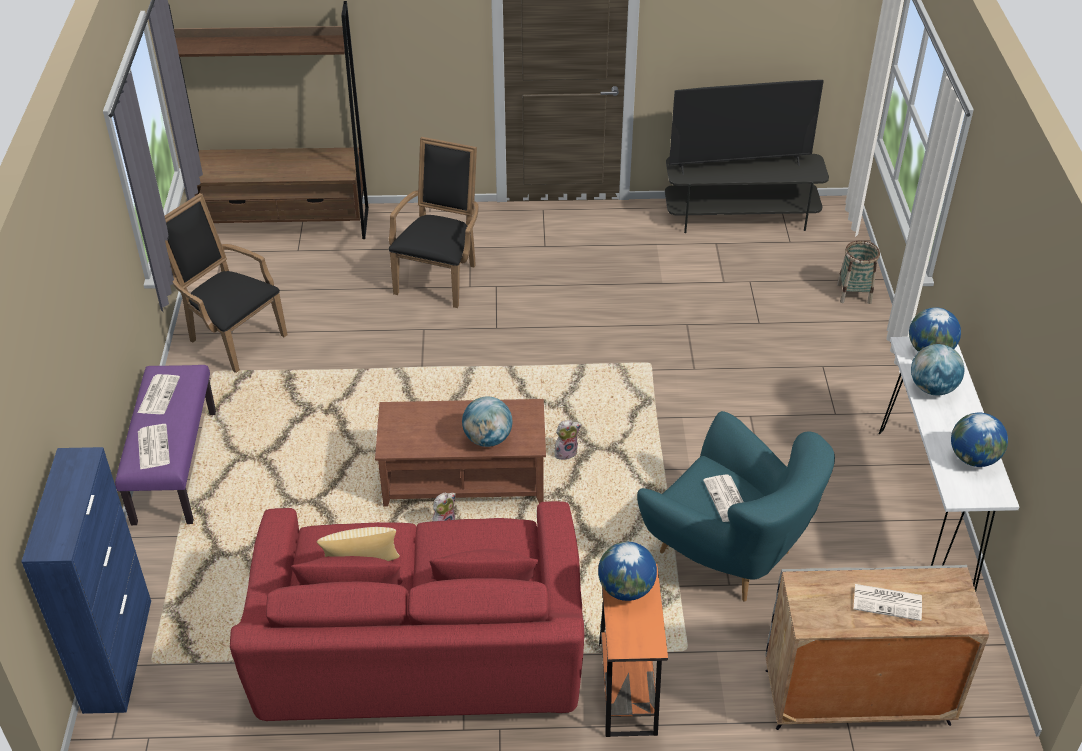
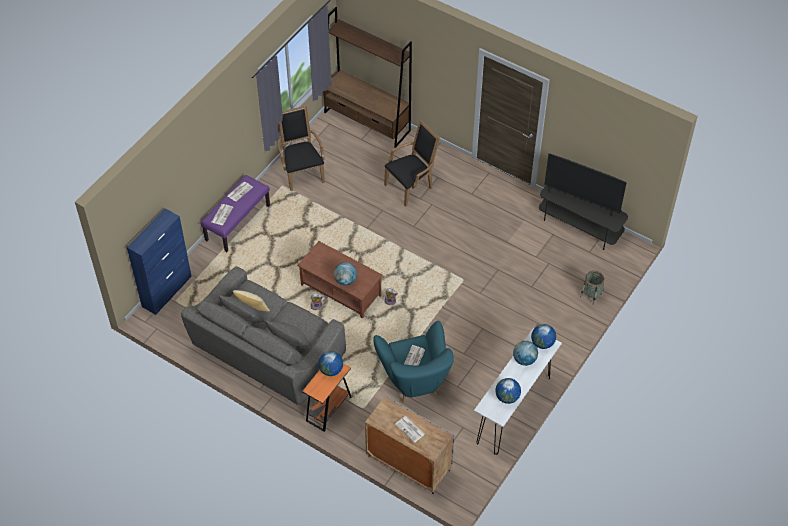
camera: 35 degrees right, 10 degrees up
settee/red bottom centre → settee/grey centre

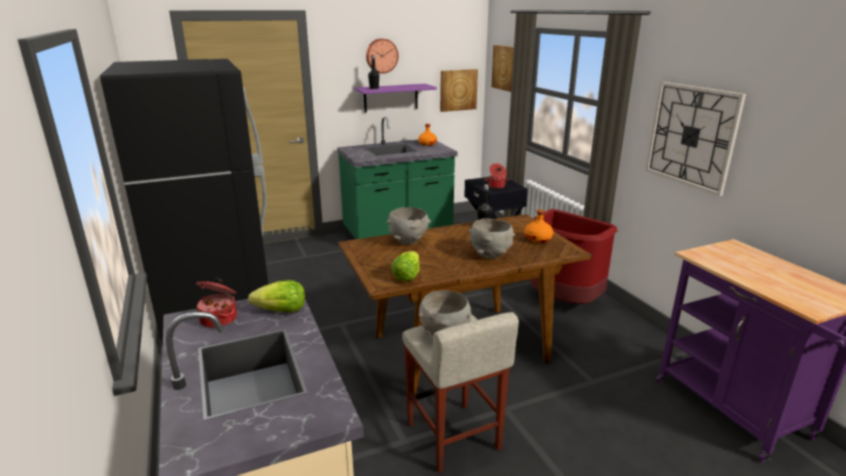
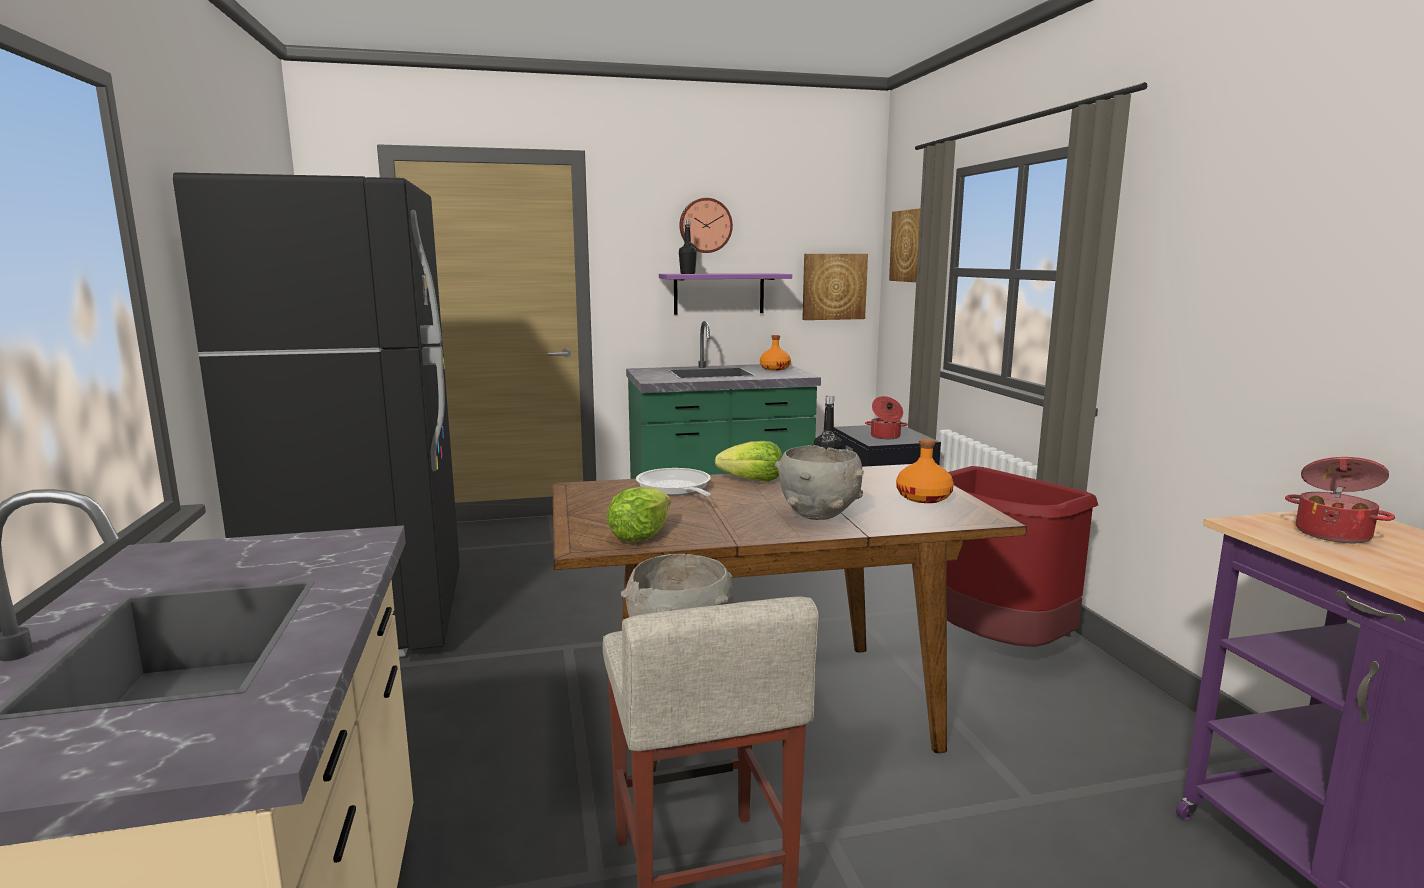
camera: 10 degrees right, 10 degrees down
hanging clock (2nd from left) top right → -
cooking pot (1st from left in the first image) middle left → cooking pot (2nd from left) middle right, move
head of lettuce (1st from left in the first image) middle left → head of lettuce (2nd from left) centre, move
deep dish/grey (1st from left) centre → skillet centre

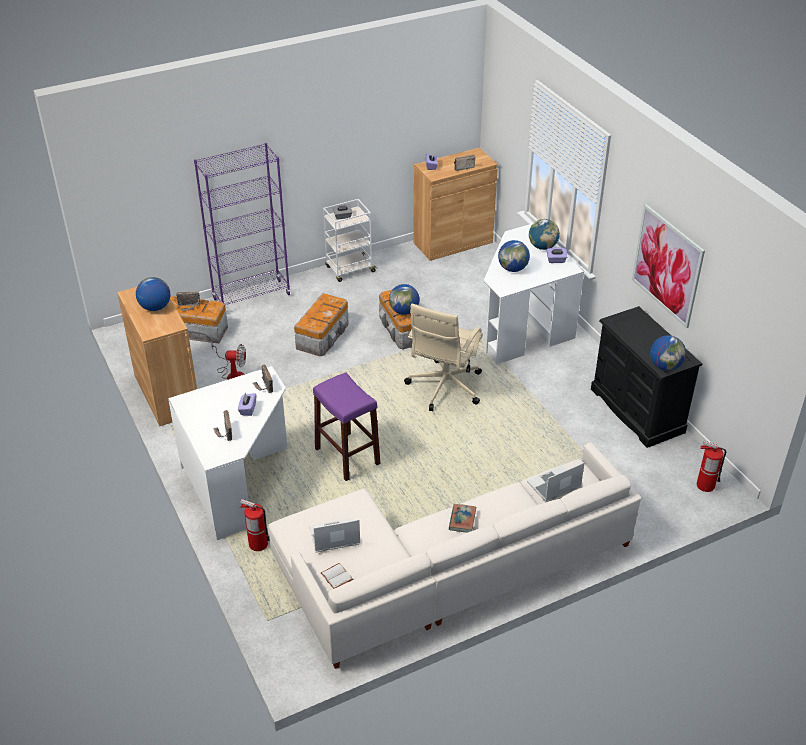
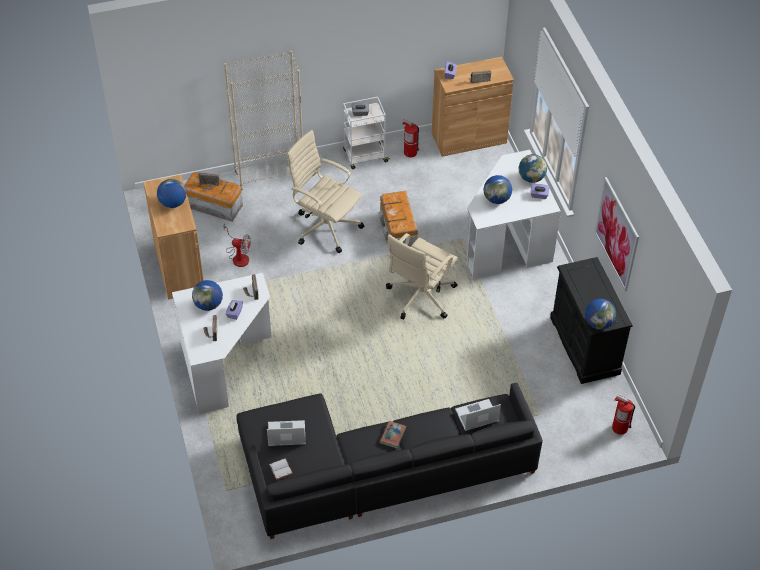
camera: 10 degrees right, 10 degrees up
stool seat/purplish centre → -
fire extinguisher (1st from left) bottom left → fire extinguisher (1st from left) top centre, move
desk globe (2nd from left) centre → desk globe (2nd from left) middle left, move
storage bin (2nd from left) centre → computer chair/beige-coloured (1st from left) centre
shelving unit/purplish top left → shelving unit/beige-coloured top centre
settee/whitish bottom centre → settee/black-coloured bottom centre

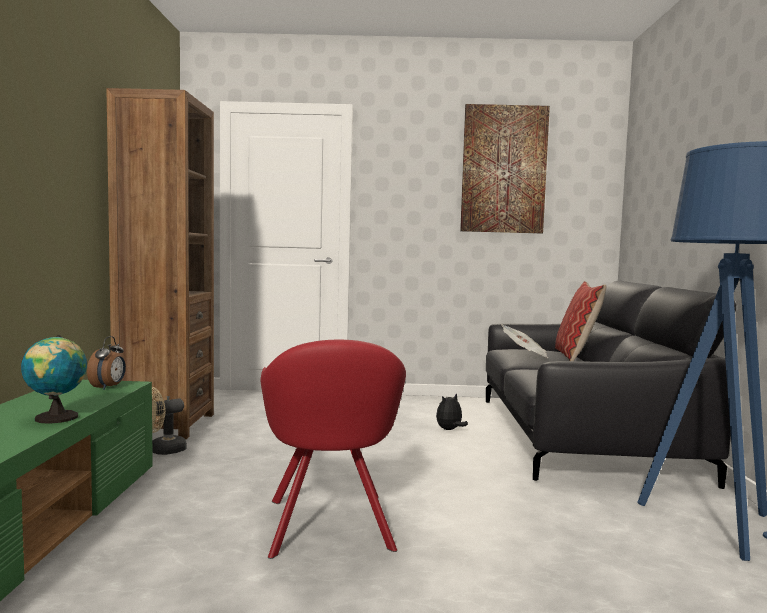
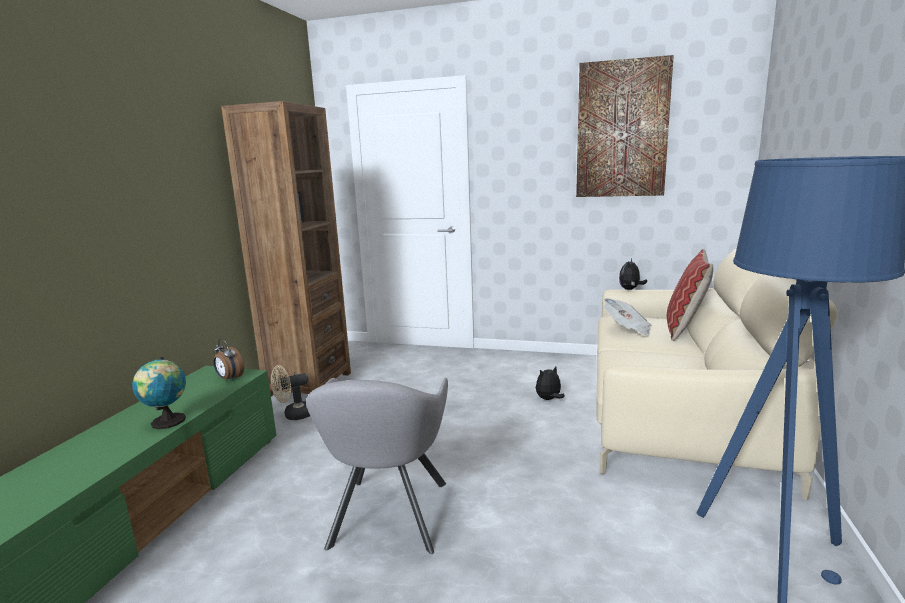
camera: 15 degrees right, 10 degrees up
- → soft toy (2nd from left) middle right
armchair/red bottom centre → armchair/grey bottom centre
settee/black-coloured middle right → settee/beige-coloured middle right
table clock middle left, 105 degrees clockwise

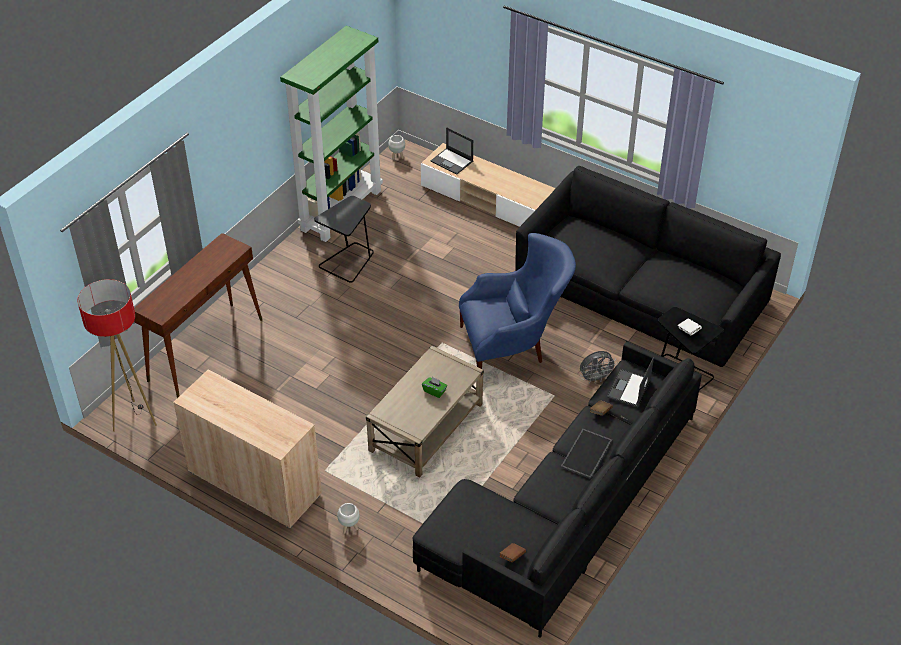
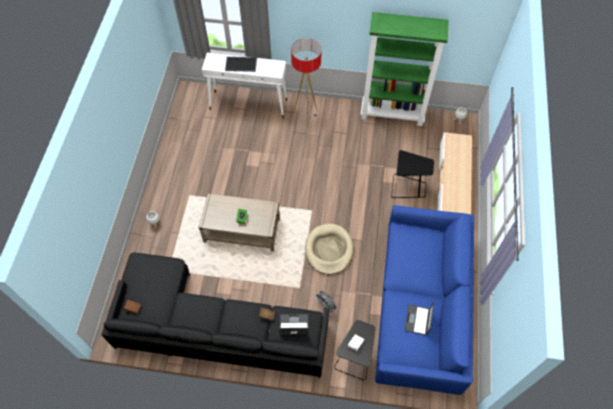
camera: 65 degrees right, 15 degrees up
cupboard/beige-coloured bottom left → -
standard lamp middle left → standard lamp top centre, move
side table/black-coloured (1st from left in the first image) centre → side table/black-coloured (2nd from left) middle right, move
laptop (1st from left in the first image) top centre → laptop (2nd from left) bottom right, move
carrying tray bottom centre → carrying tray top centre, move
armchair/blue centre → dog bed/beige-coloured centre
console table/brownish middle left → console table/whitish top centre
settee/black-coloured (2nd from left) middle right → settee/blue bottom right

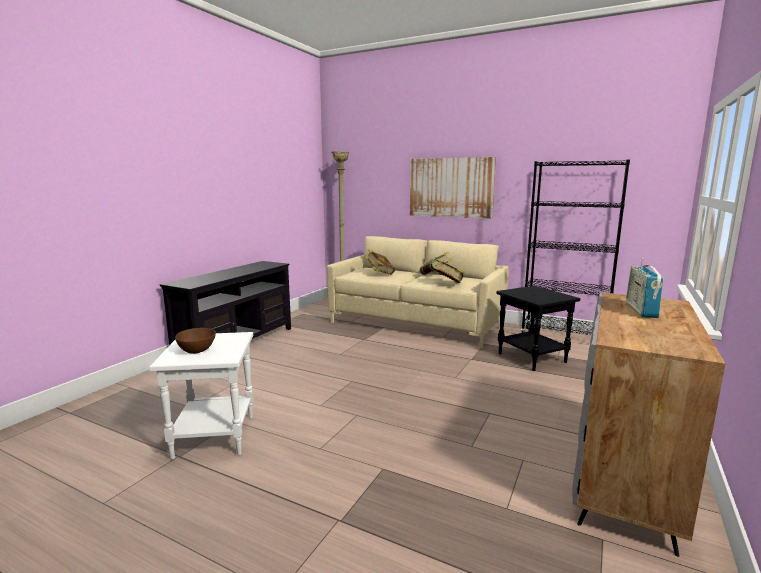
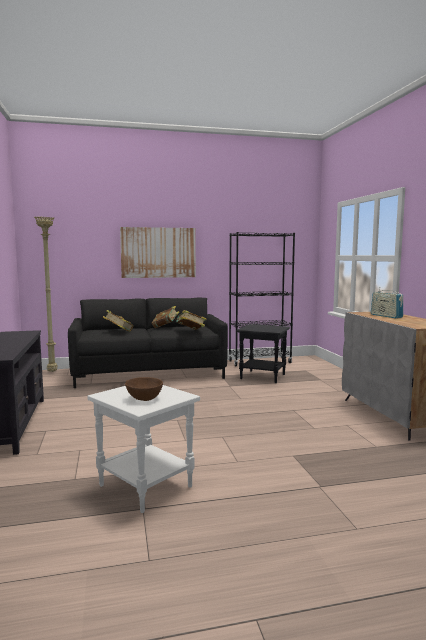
camera: 40 degrees left, 5 degrees down
settee/beige-coloured centre → settee/black-coloured centre

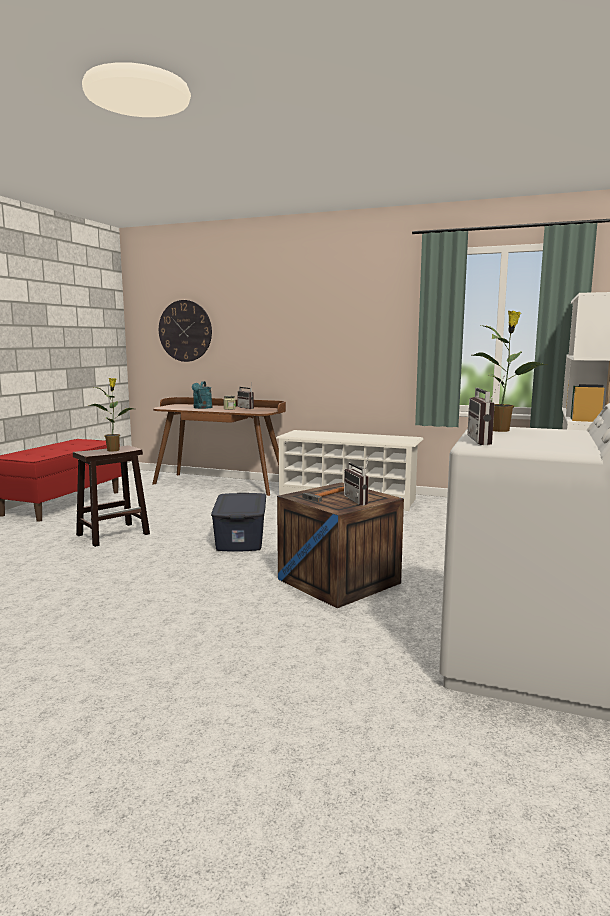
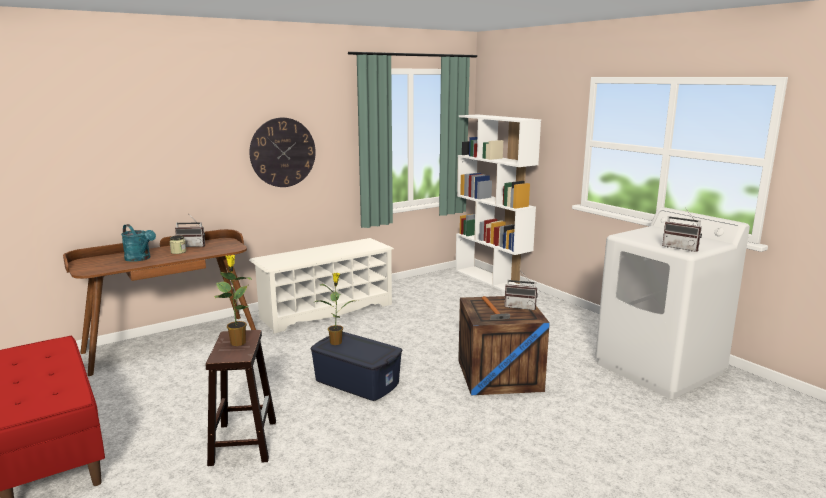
camera: 55 degrees left, 5 degrees up
hanging clock middle left → hanging clock top centre, move
houseplant (2nd from left) middle right → houseplant (2nd from left) centre, move

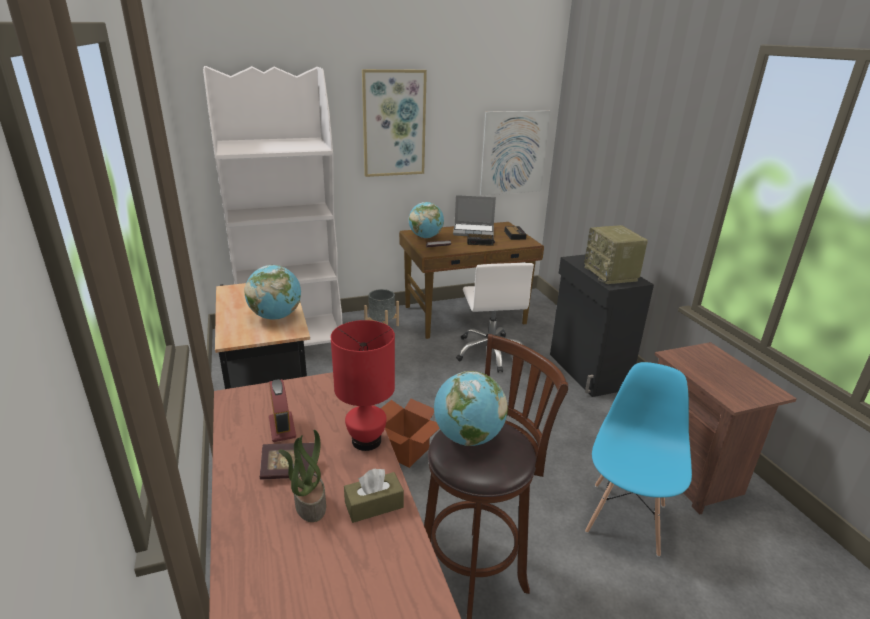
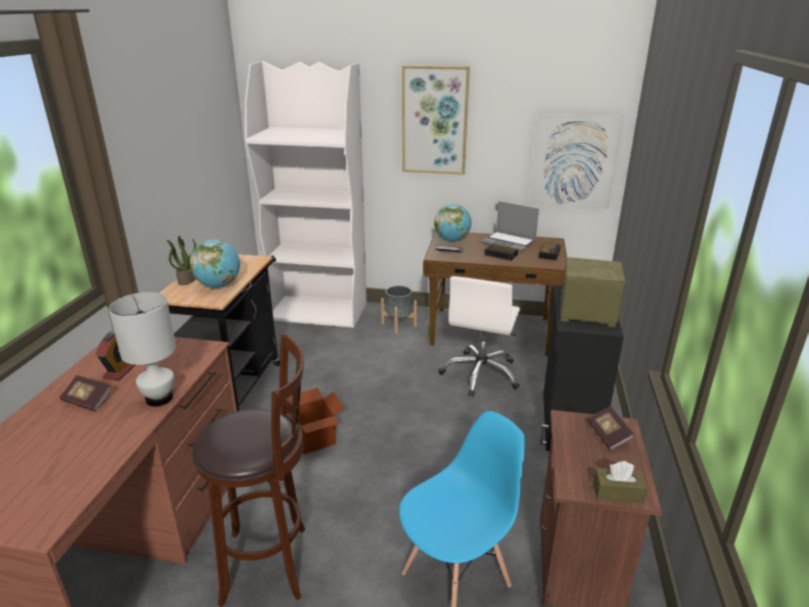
camera: 30 degrees right, 0 degrees up
desk globe (3rd from left) centre → -
- → book (3rd from left) bottom right
houseplant bottom centre → houseplant middle left, move
box of tissues/brownish bottom centre → box of tissues/brownish bottom right, move
table lamp/red centre → table lamp/whitish middle left
radio set middle right, 90 degrees clockwise

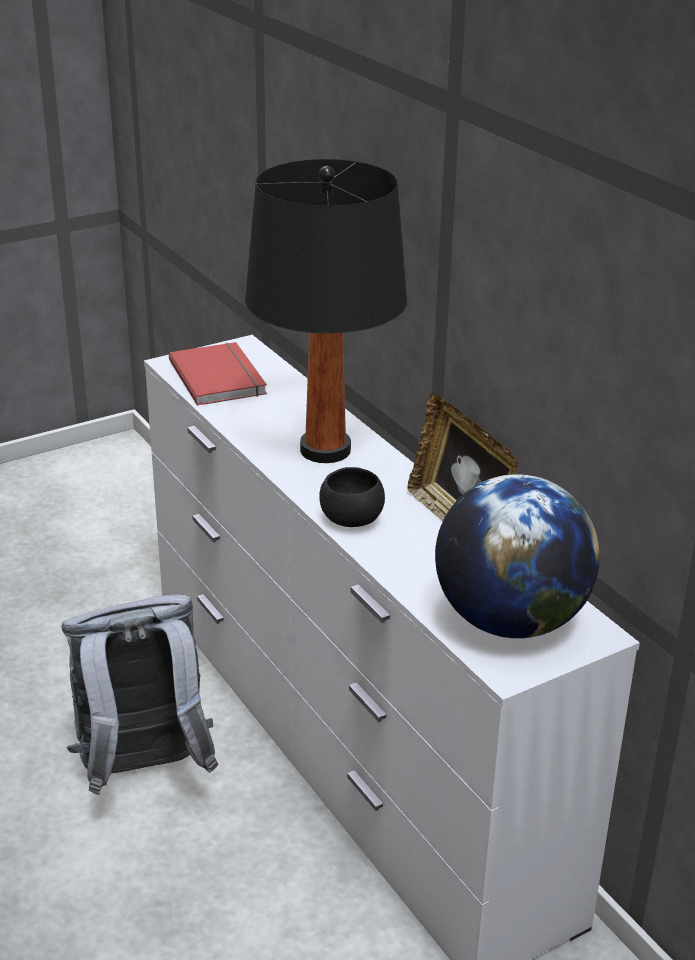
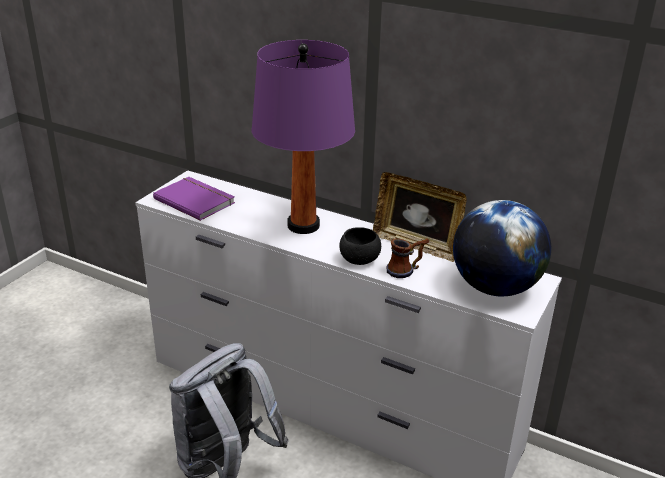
camera: 30 degrees left, 0 degrees up
- → tea mug centre
book/red middle left → book/purplish middle left
table lamp/black-coloured top centre → table lamp/purplish top centre

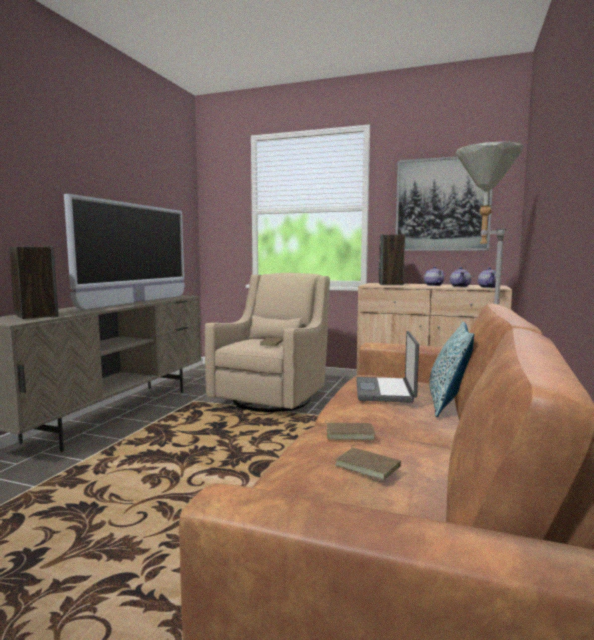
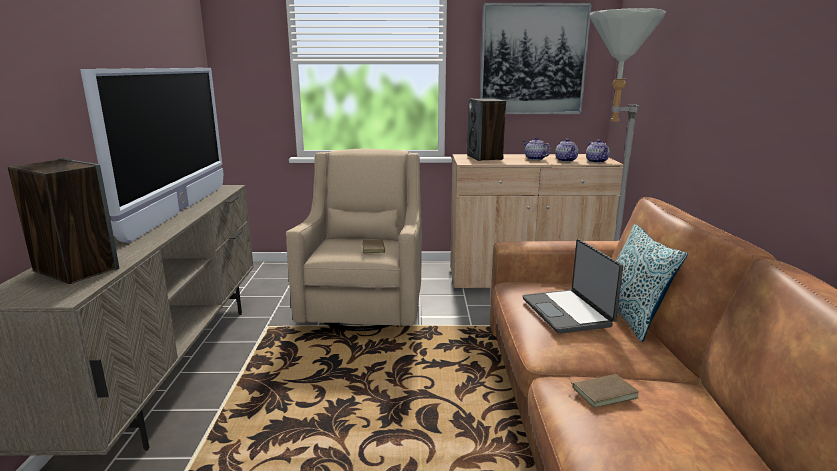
camera: 20 degrees left, 10 degrees up
book/brownish (3rd from left) bottom centre → -

